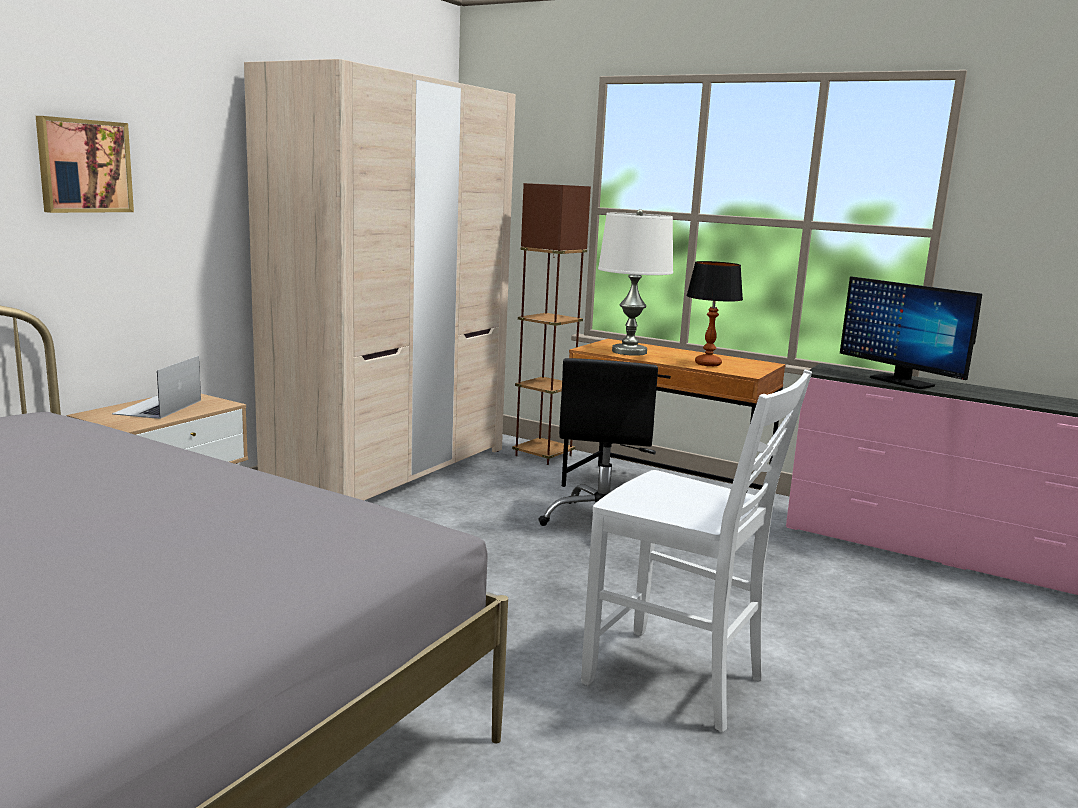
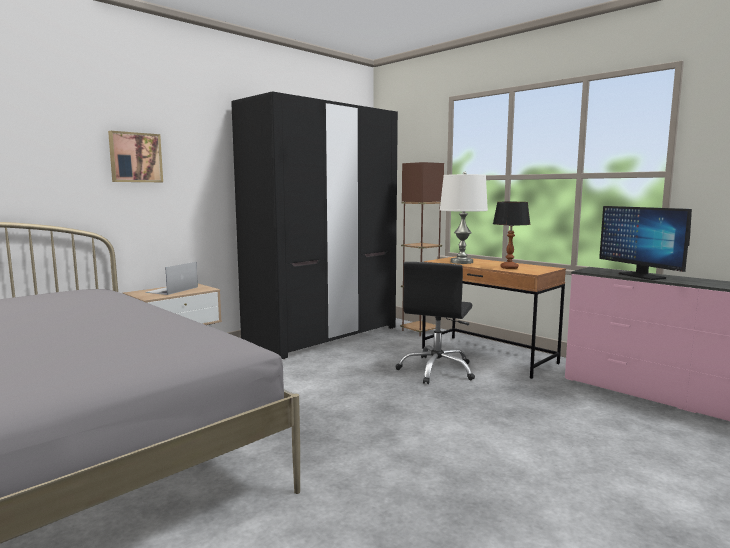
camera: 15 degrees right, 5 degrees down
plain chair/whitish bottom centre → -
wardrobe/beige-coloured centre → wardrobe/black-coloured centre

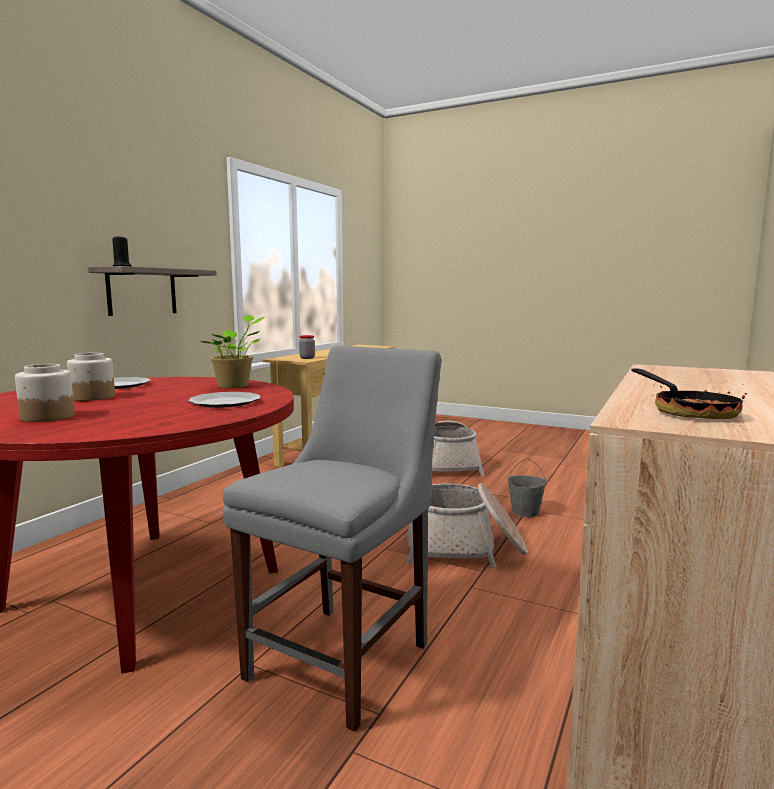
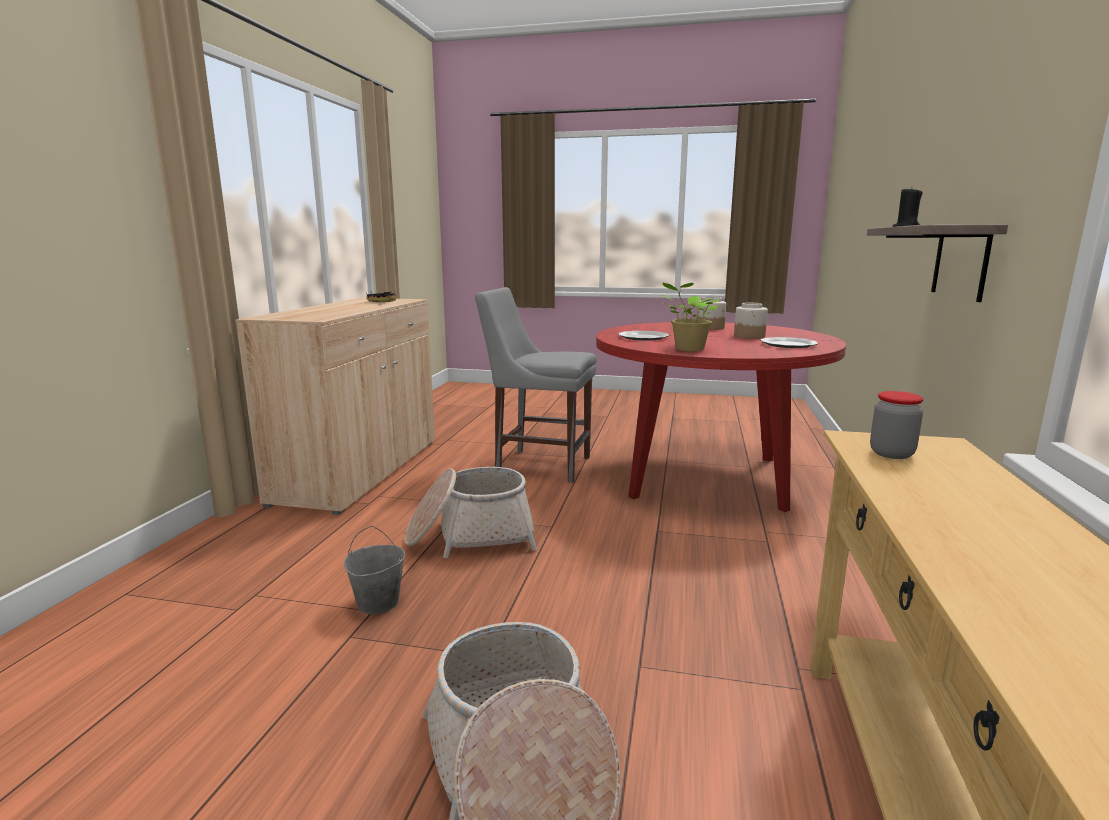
camera: 165 degrees right, 5 degrees up
plain chair/grey bottom centre → plain chair/grey centre, 90 degrees clockwise

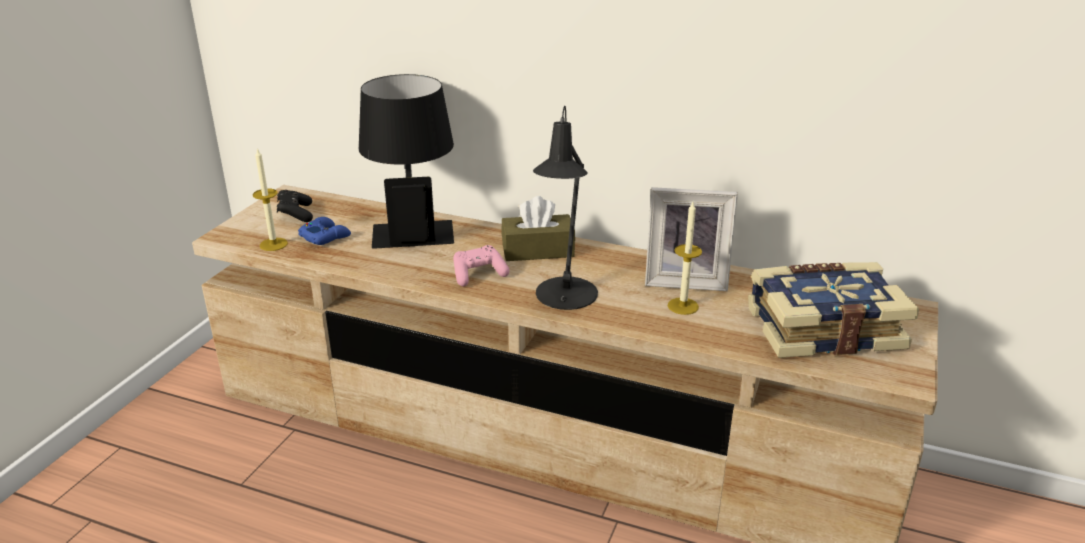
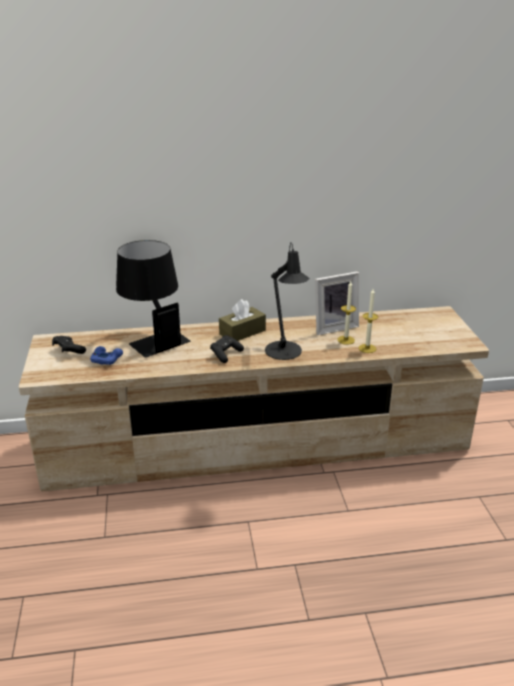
camera: 30 degrees left, 0 degrees up
book middle right → -
candle (1st from left in the first image) middle left → candle (2nd from left) middle right, move
game controller/pinkish centre → game controller/black-coloured (2nd from left) centre

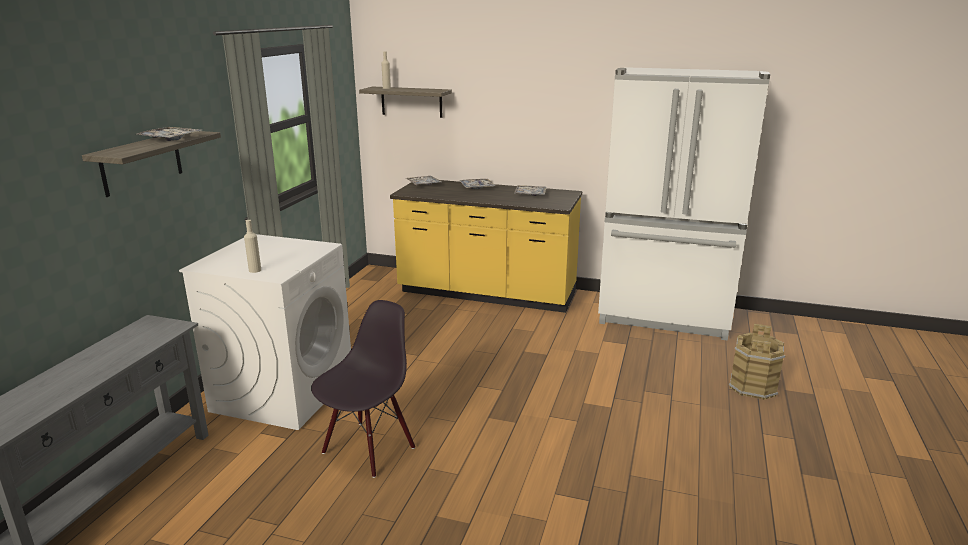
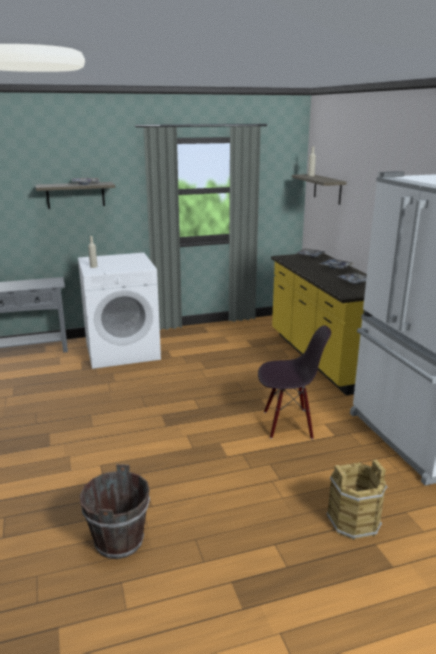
camera: 55 degrees right, 0 degrees up
- → pail/brownish (1st from left) bottom left
plain chair/black-coloured bottom centre → plain chair/black-coloured middle right, move

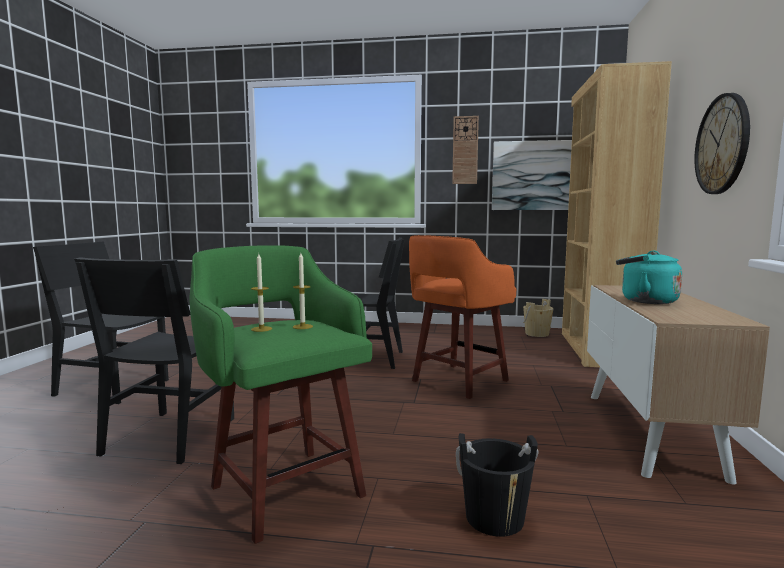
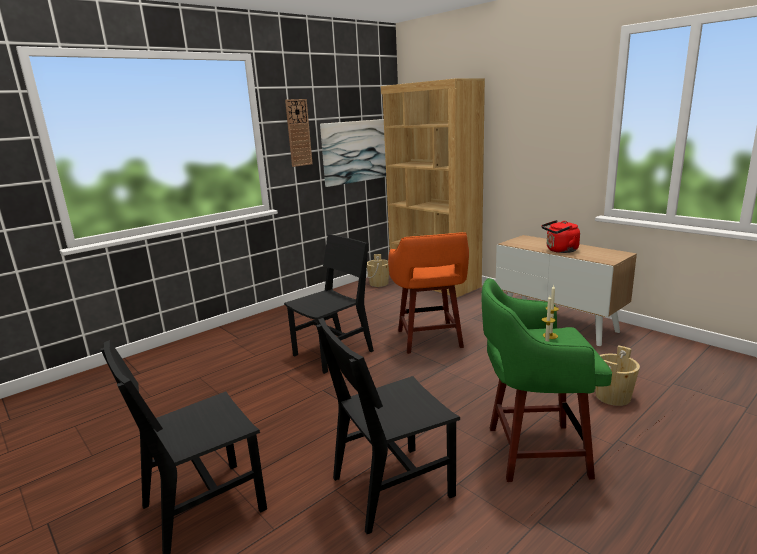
camera: 50 degrees left, 10 degrees up
hanging clock (2nd from left) top right → -
pail/black-coloured bottom centre → pail/beige-coloured (2nd from left) bottom right
water kettle/turquoise middle right → water kettle/red middle right
plain chair/black-coloured (2nd from left in the first image) middle left → plain chair/black-coloured (3rd from left) bottom centre, 105 degrees clockwise

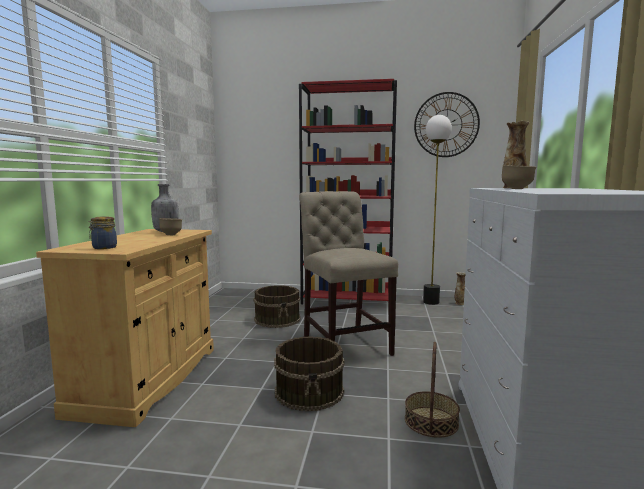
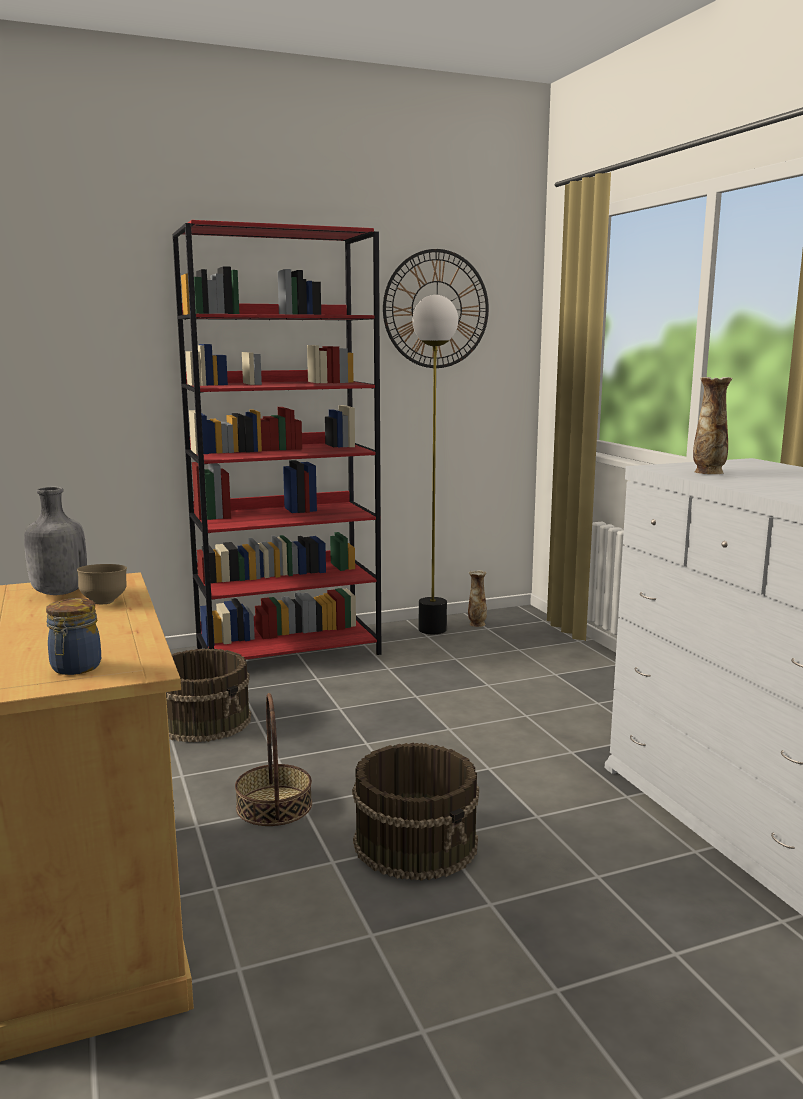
camera: 30 degrees left, 5 degrees up
plain chair/beige-coloured centre → -
deep dish/brownish (2nd from left) middle right → -
household basket bottom right → household basket bottom centre, move

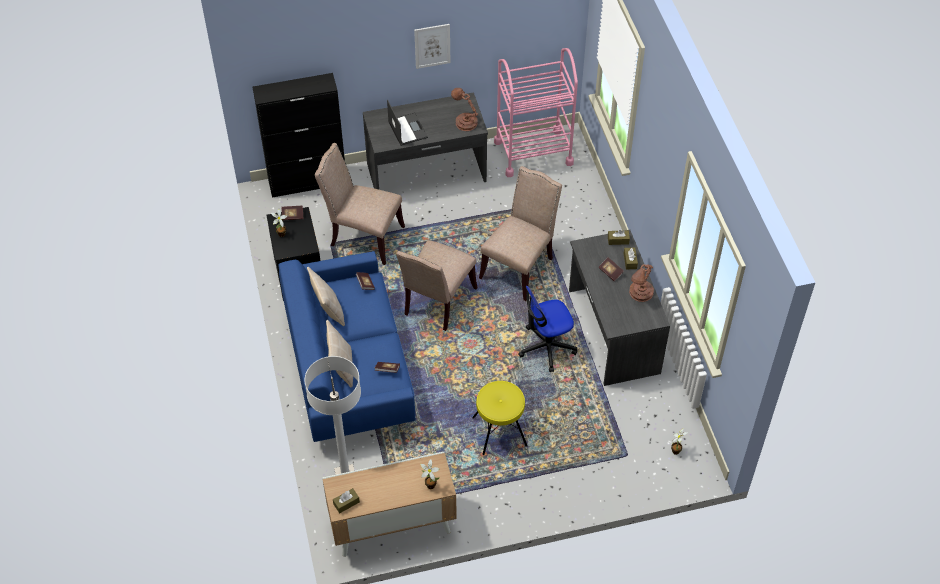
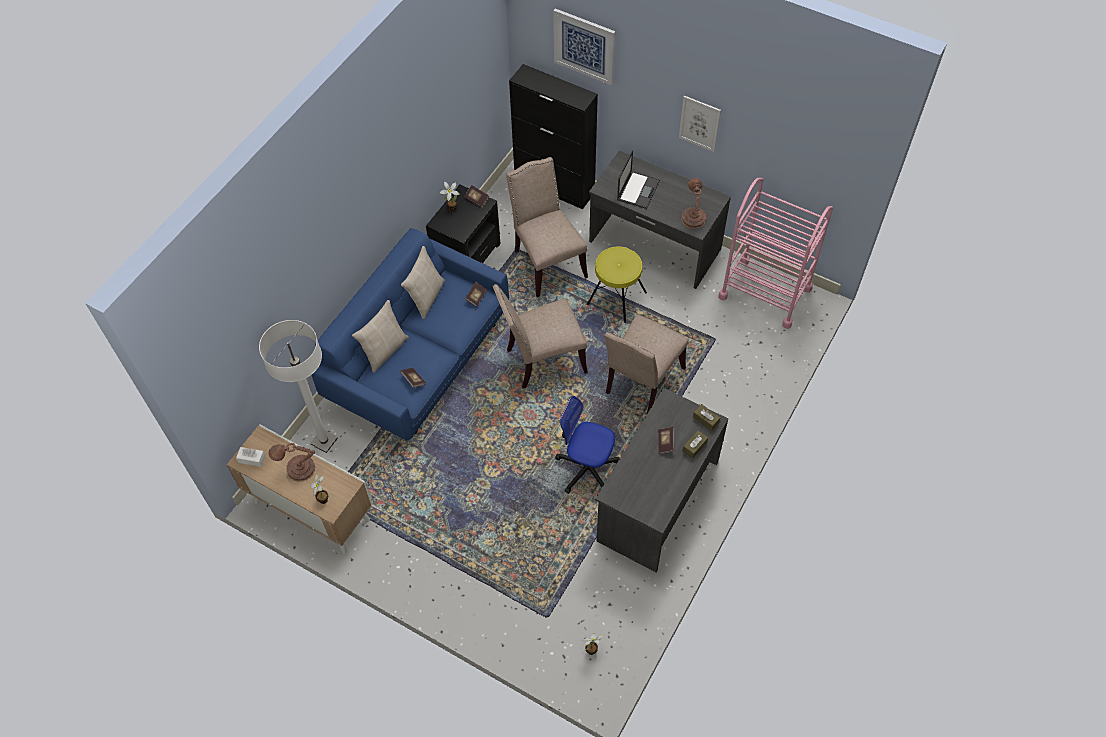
camera: 45 degrees right, 5 degrees up
- → wall picture (1st from left) top centre
stool seat/yellow-coloured bottom centre → stool seat/yellow-coloured centre, move
table lamp/brownish (2nd from left in the first image) middle right → table lamp/brownish (1st from left) middle left, move
box of tissues/brownish (1st from left) bottom centre → box of tissues/whitish middle left
plain chair/beige-coloured (3rd from left) centre, 135 degrees clockwise

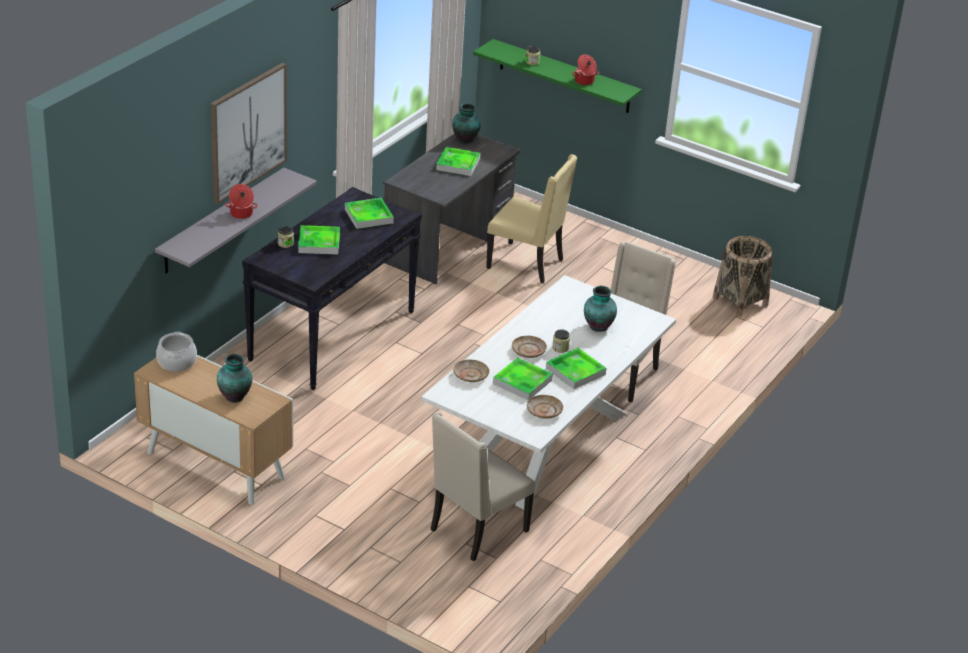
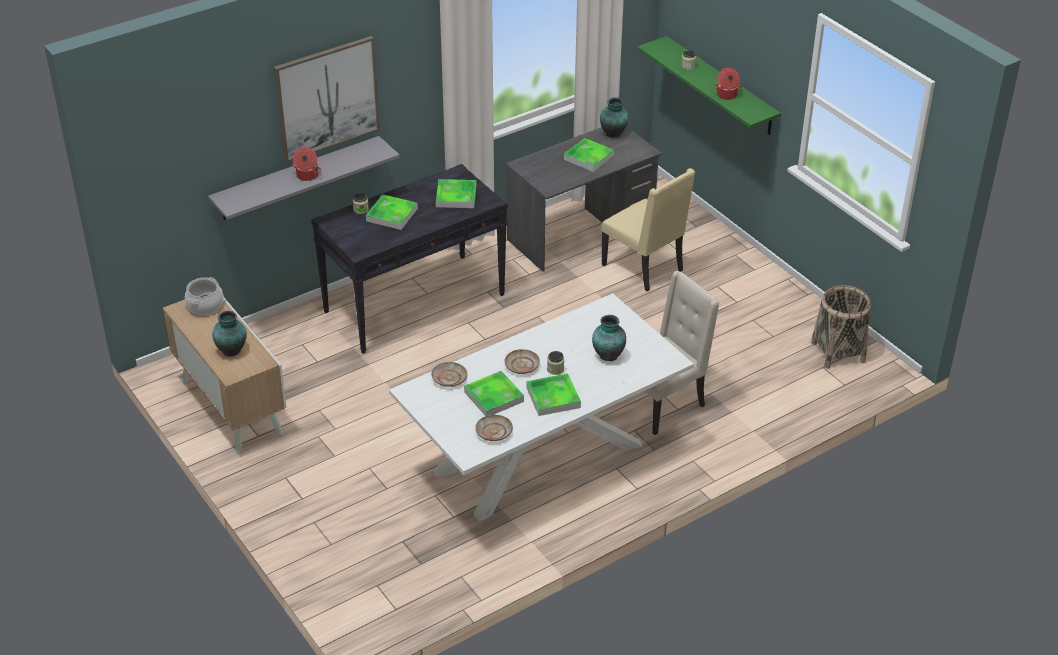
camera: 25 degrees right, 5 degrees up
plain chair/beige-coloured (1st from left) bottom centre → -

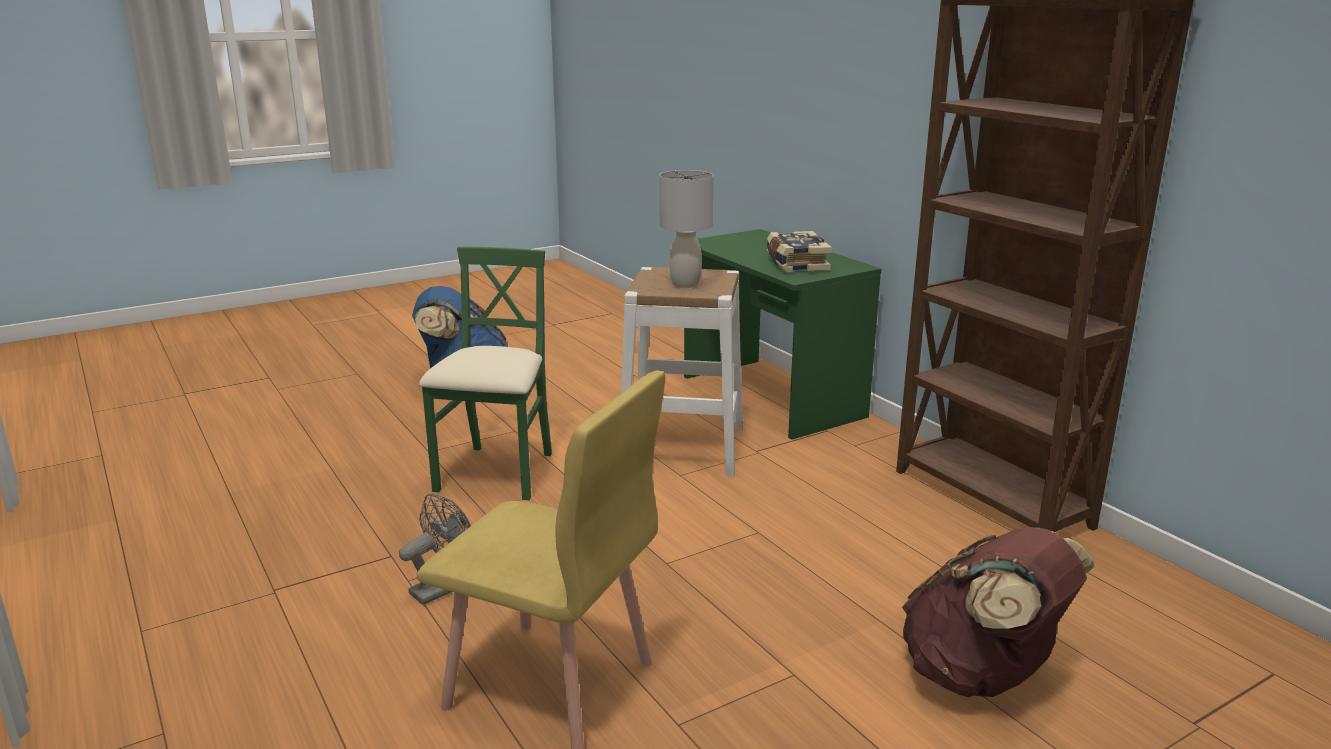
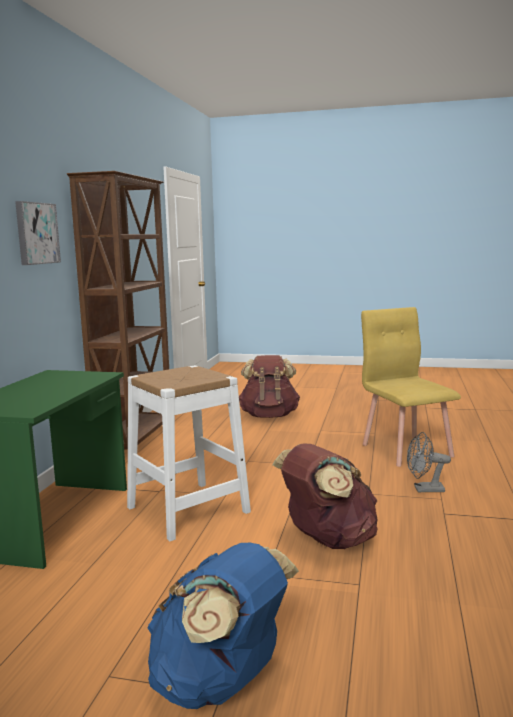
camera: 135 degrees left, 10 degrees down
table lamp/grey top centre → -
book centre → -
- → wall picture top left
plain chair/green-coloured centre → backpack/brownish (2nd from left) bottom centre

